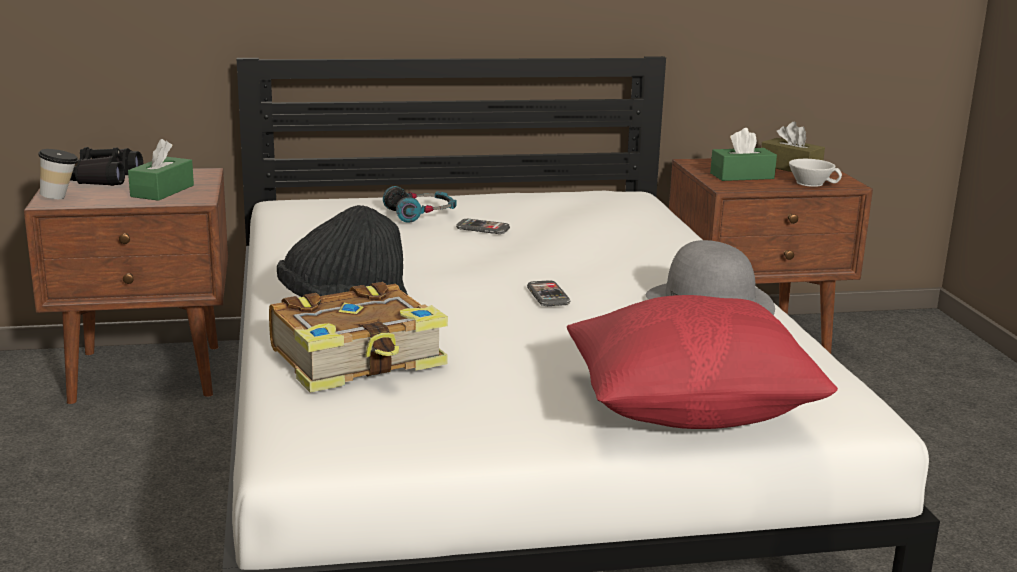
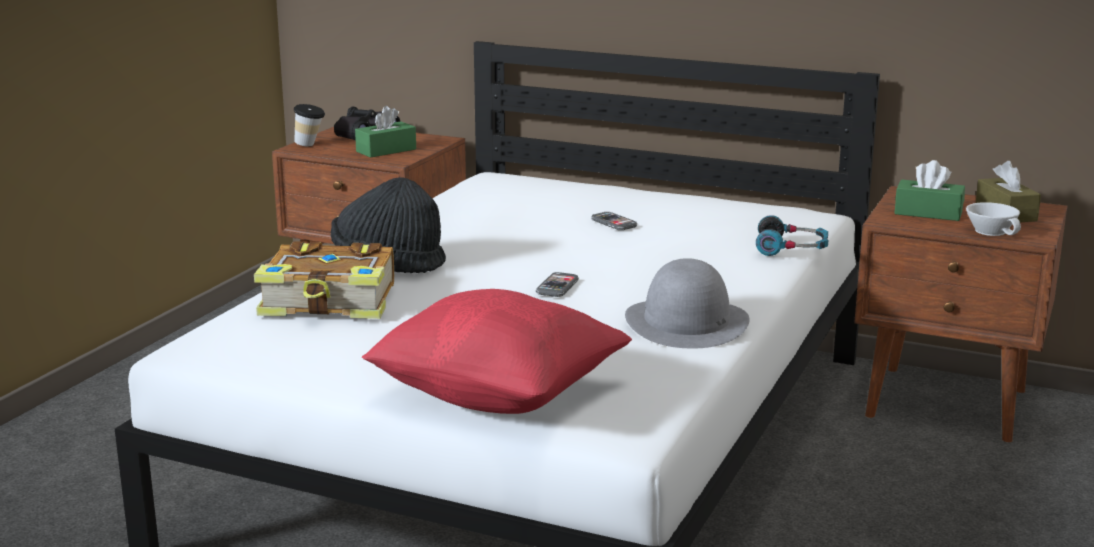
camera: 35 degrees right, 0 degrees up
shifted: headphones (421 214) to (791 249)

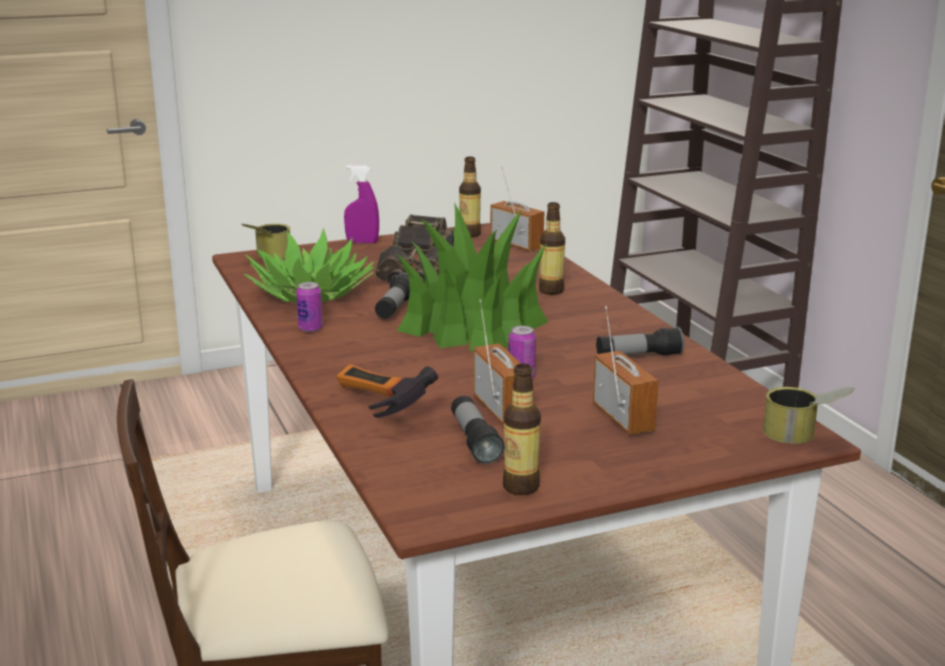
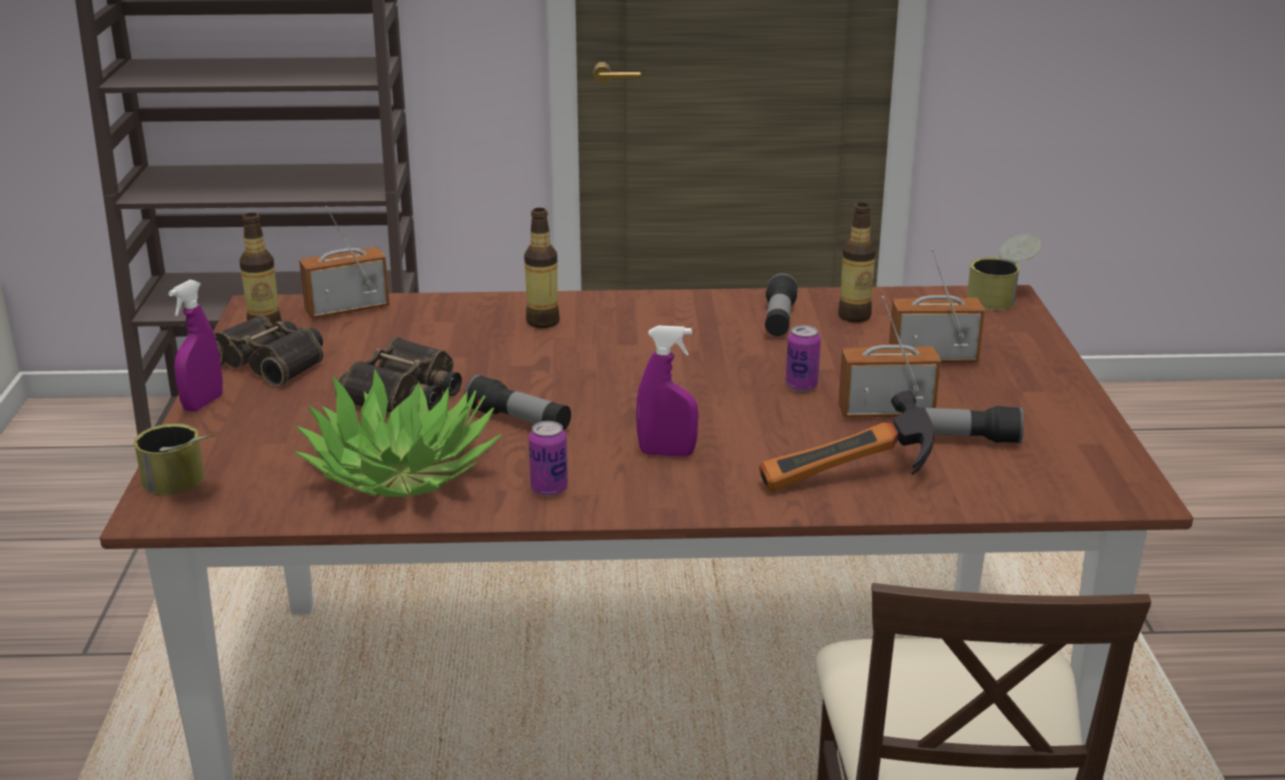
camera: 70 degrees left, 5 degrees up
gone: potted plant (472 326)
new: spray bottle in purple (666 453)
shifted: bottle (521 487) to (854 316)

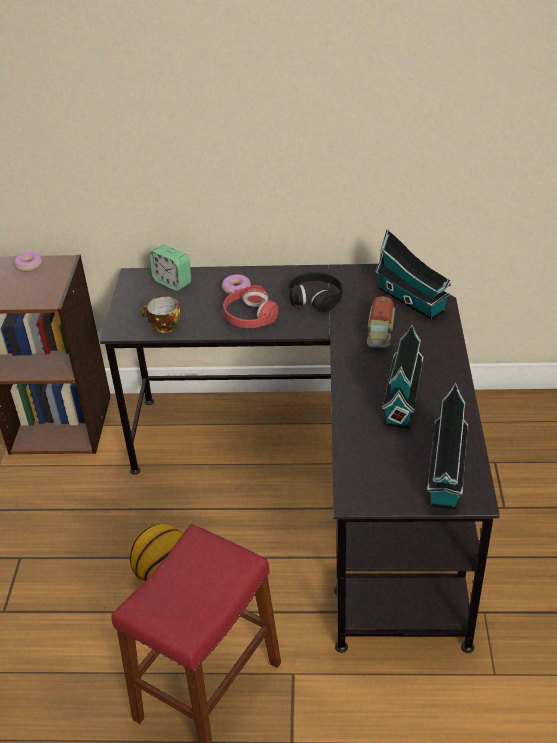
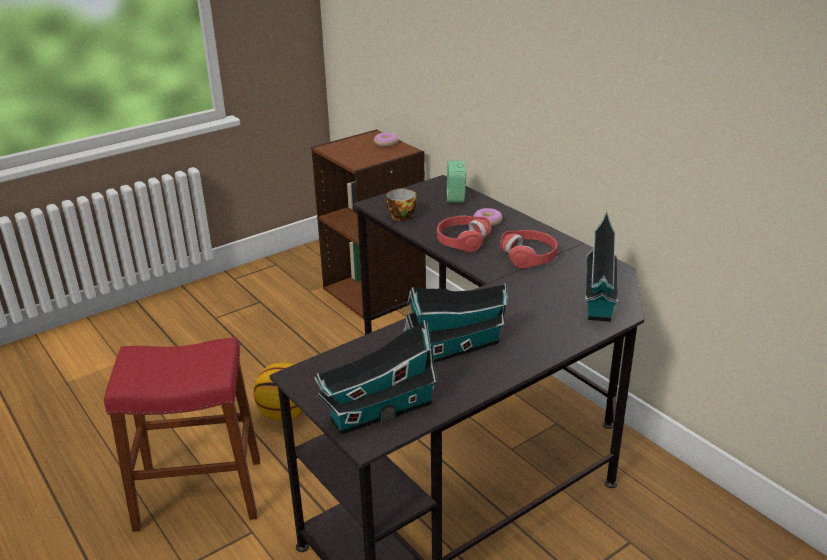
camera: 50 degrees right, 10 degrees down
gone: toy truck (380 333)
repainted: headphones in black (315 298) to headphones in red (529 256)

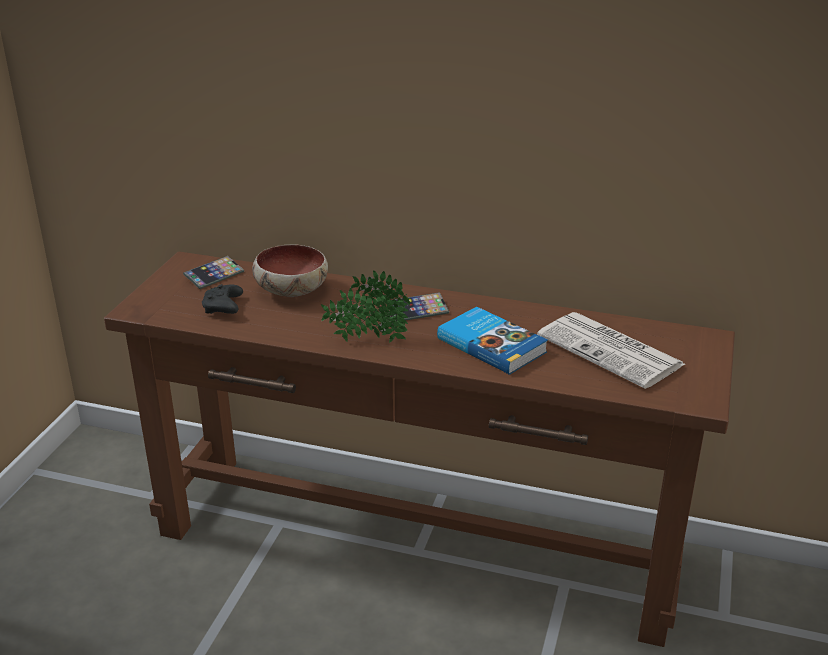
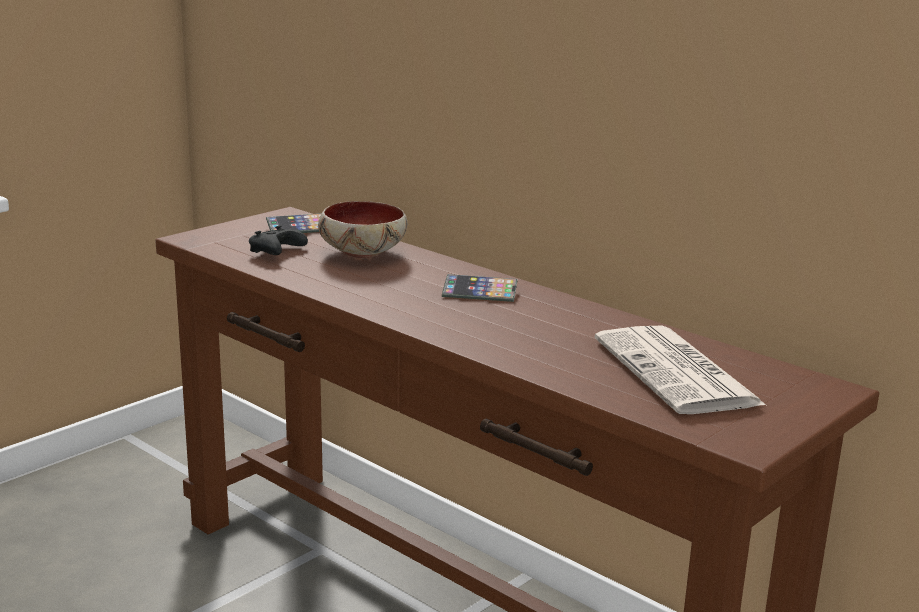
camera: 25 degrees right, 10 degrees down
gone: potted plant (367 340); book (492 344)

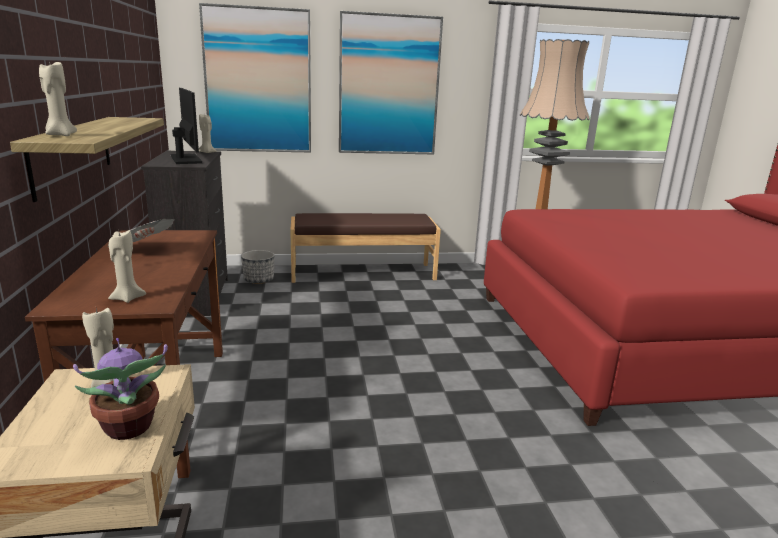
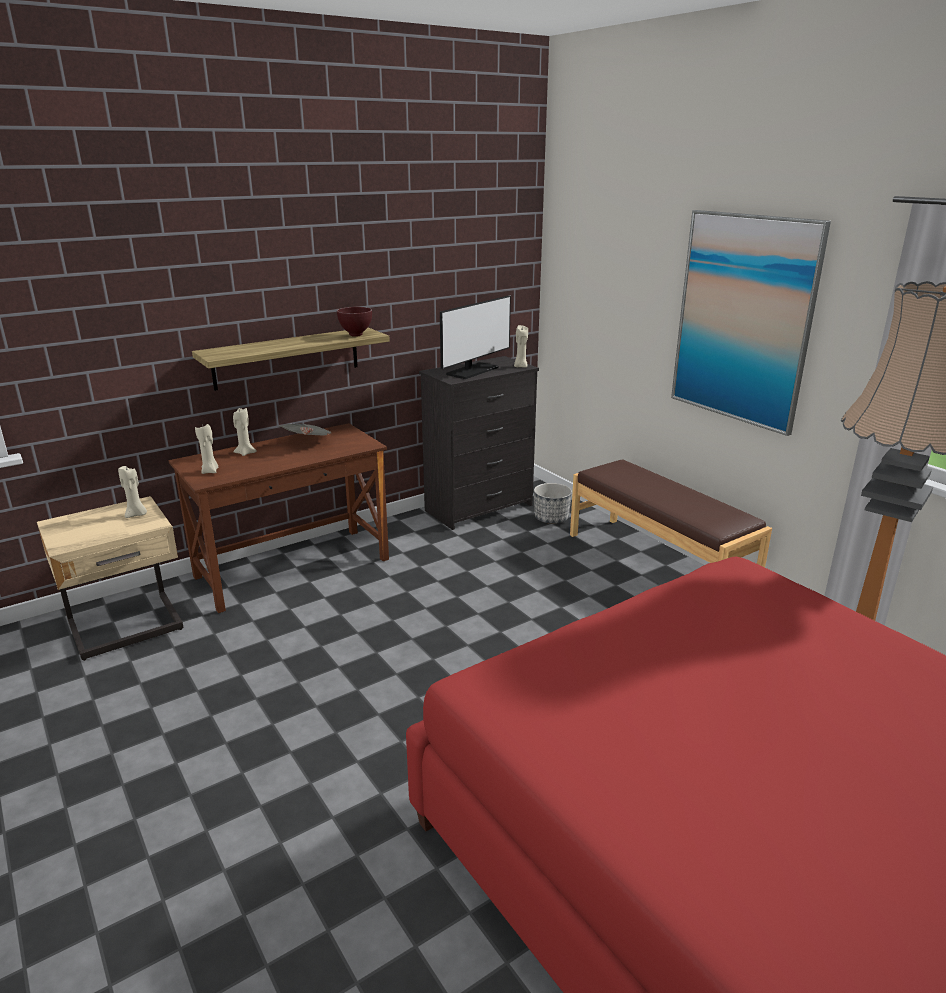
camera: 65 degrees right, 5 degrees up
gone: potted plant (129 429); picture (258 81)
new: bowl in brown (355 335)
shifted: candle in beige (60 135) to (245 453)

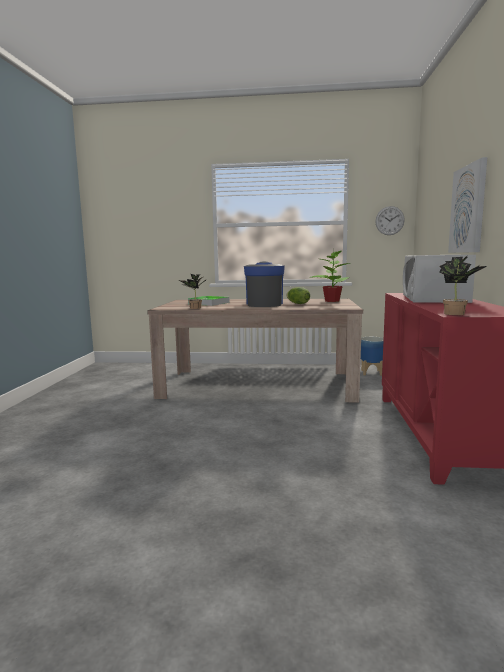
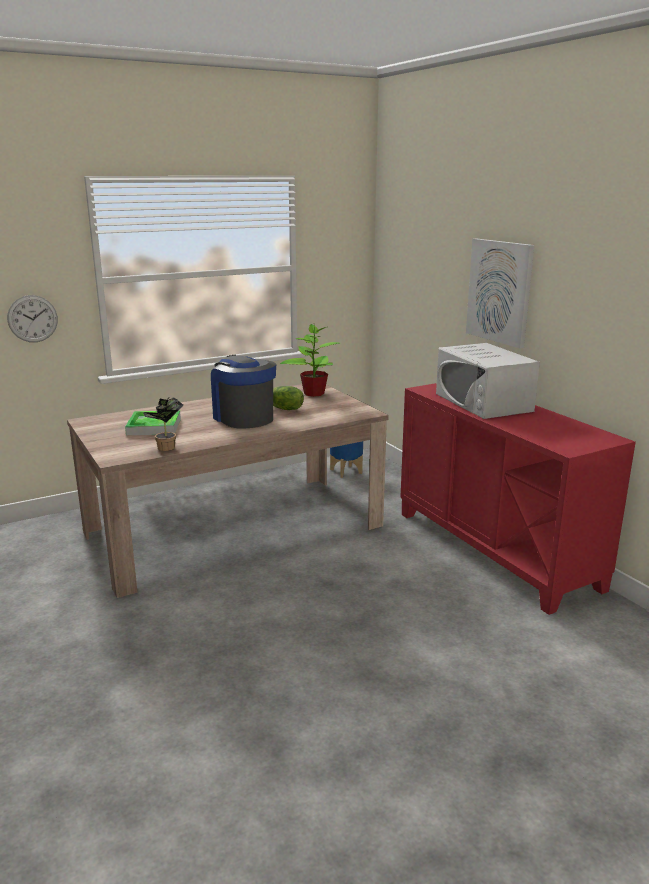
camera: 35 degrees left, 10 degrees up
gone: potted plant (457 314)
shifted: wall clock (389 220) to (32 318)

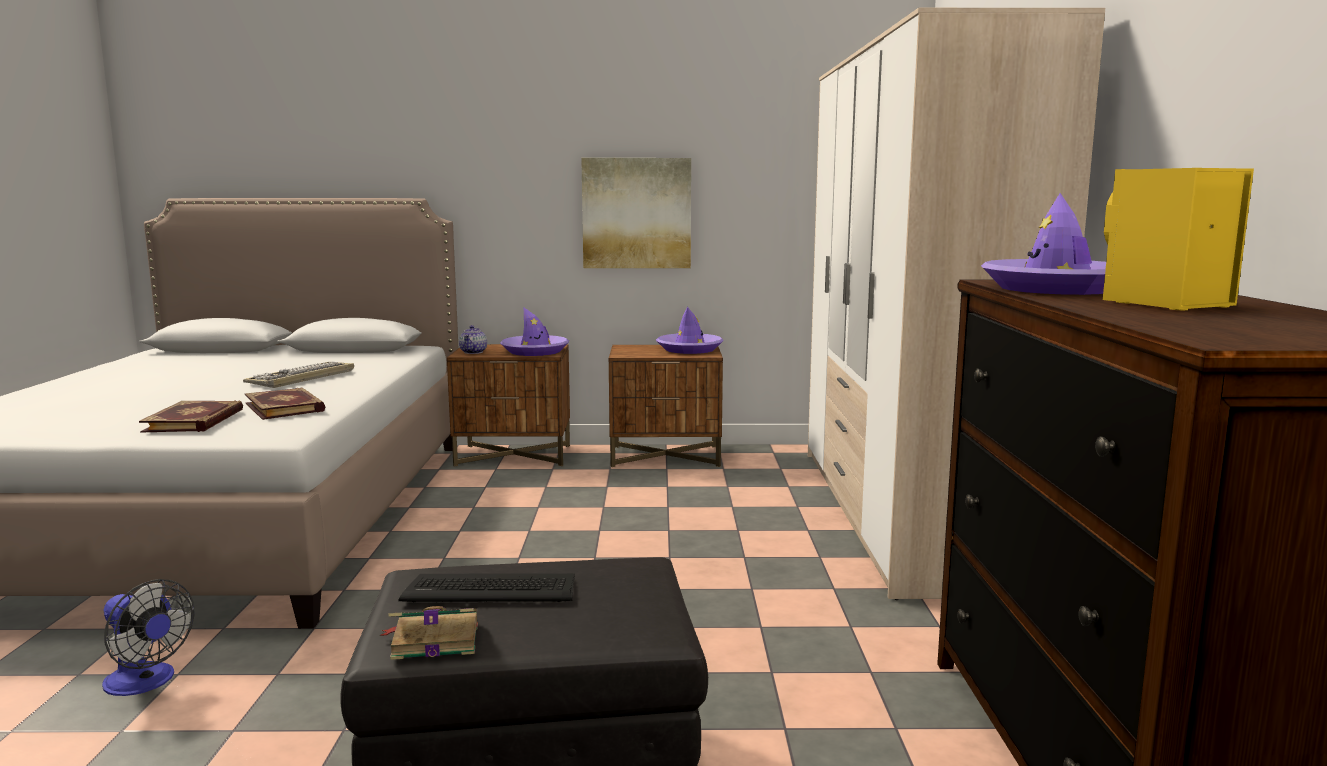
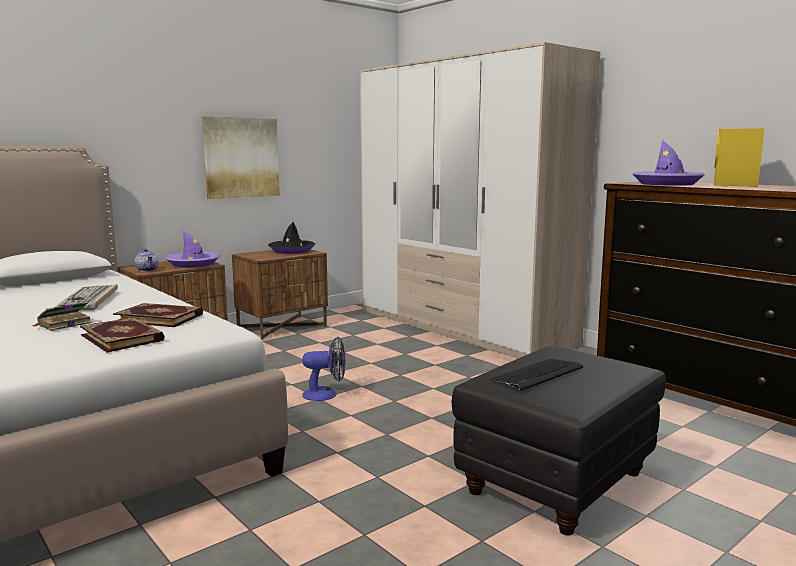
camera: 40 degrees left, 0 degrees up
shifted: fan (145 682) to (326 394); book (433 640) to (63 324)
repainted: hat in purple (689 349) to hat in black (292 251)

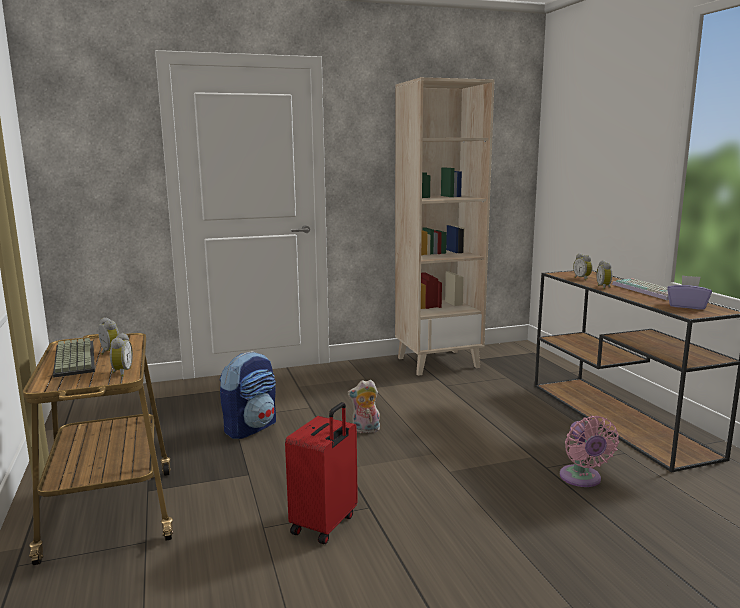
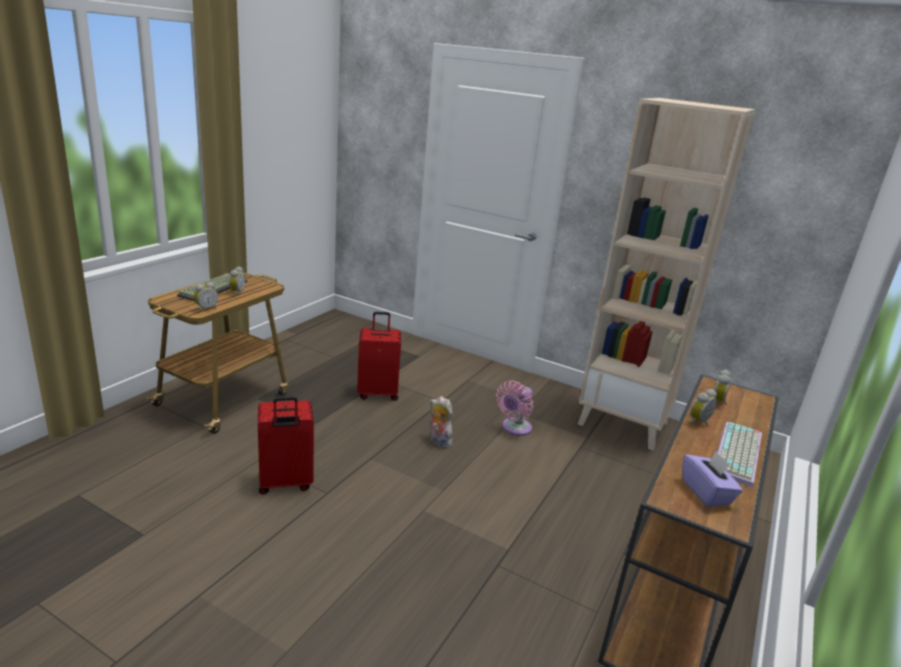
camera: 45 degrees right, 10 degrees up
shifted: fan in pink (582 479) to (514 428)
swapped: backpack (251 428) to suitcase in red (378 393)

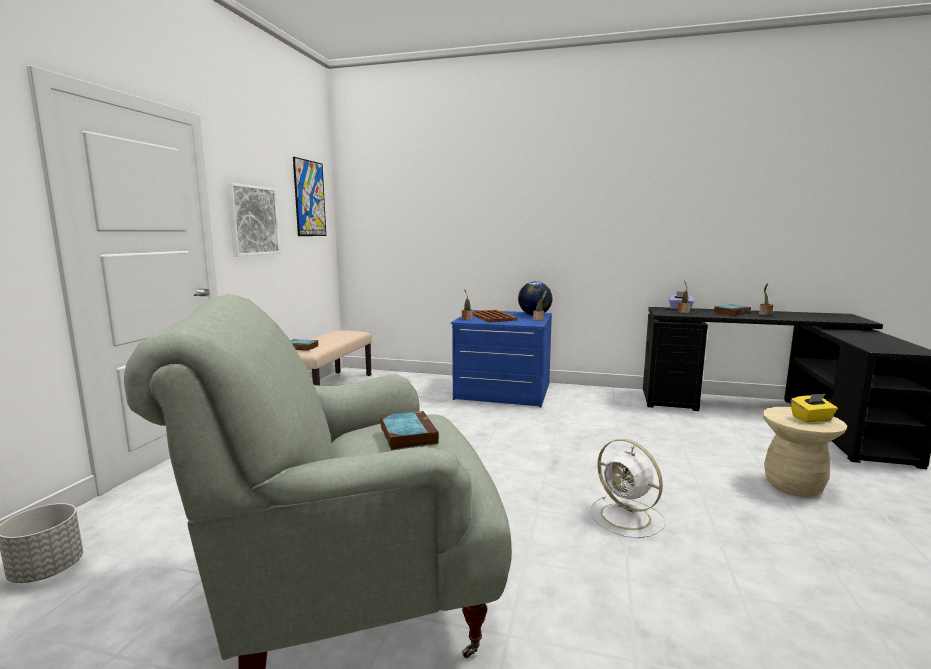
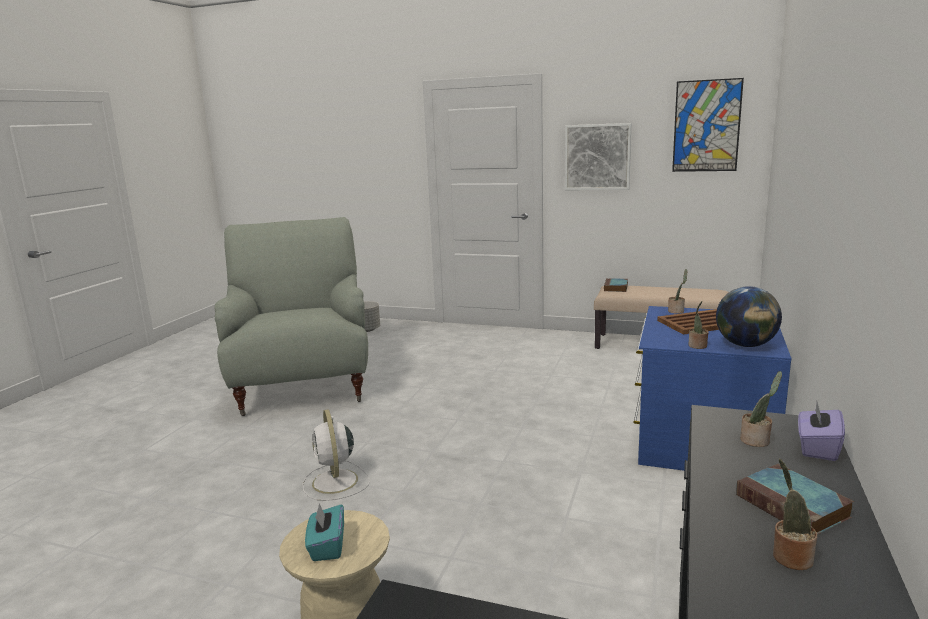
camera: 95 degrees right, 5 degrees up
gone: book (407 434)
repainted: tissue box in yellow (812 419) to tissue box in turquoise (327 546)
rotated: fan in white (627 517) = (335 482) 75 degrees counterclockwise

